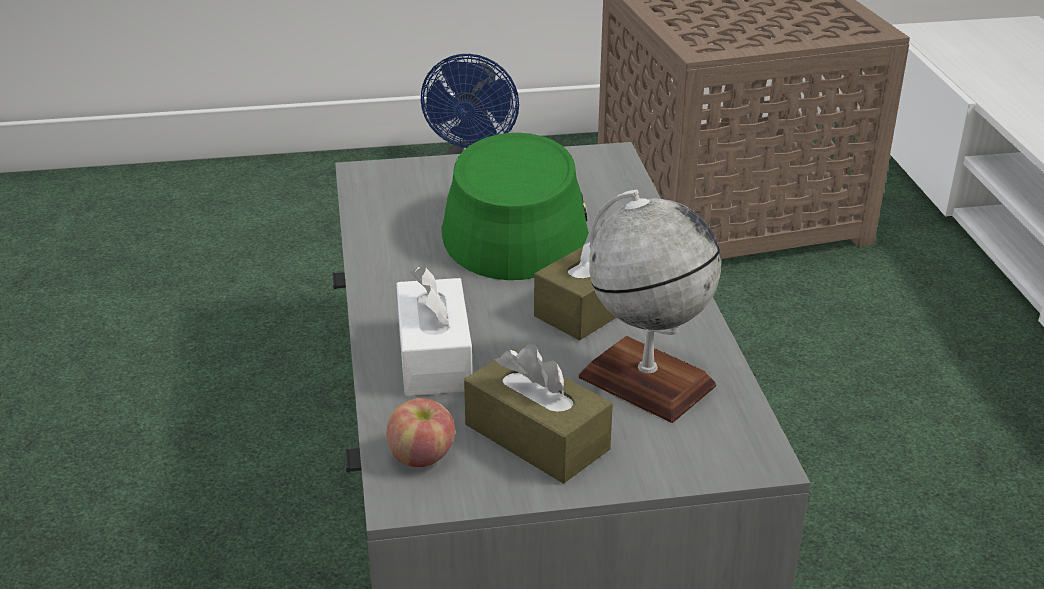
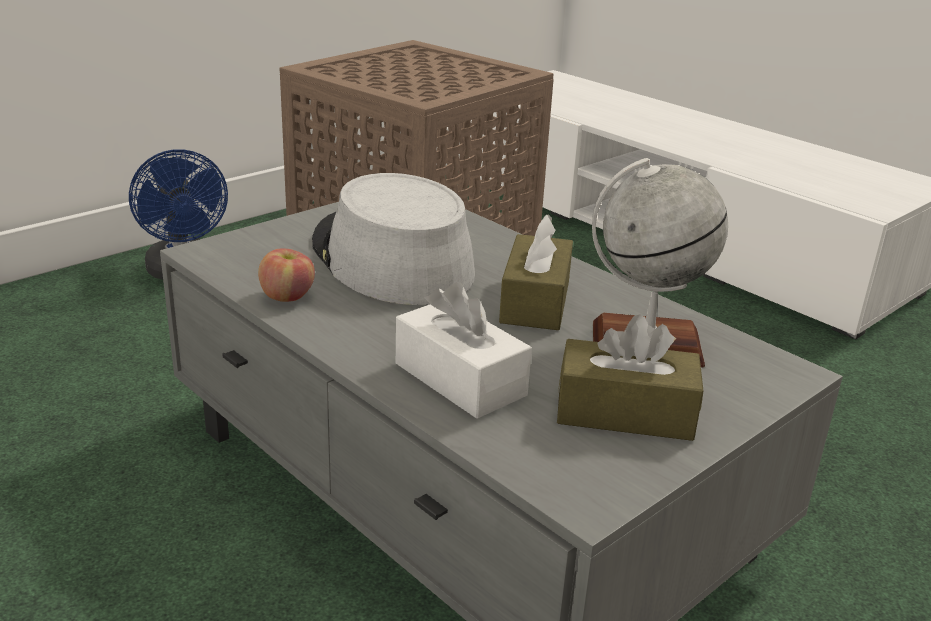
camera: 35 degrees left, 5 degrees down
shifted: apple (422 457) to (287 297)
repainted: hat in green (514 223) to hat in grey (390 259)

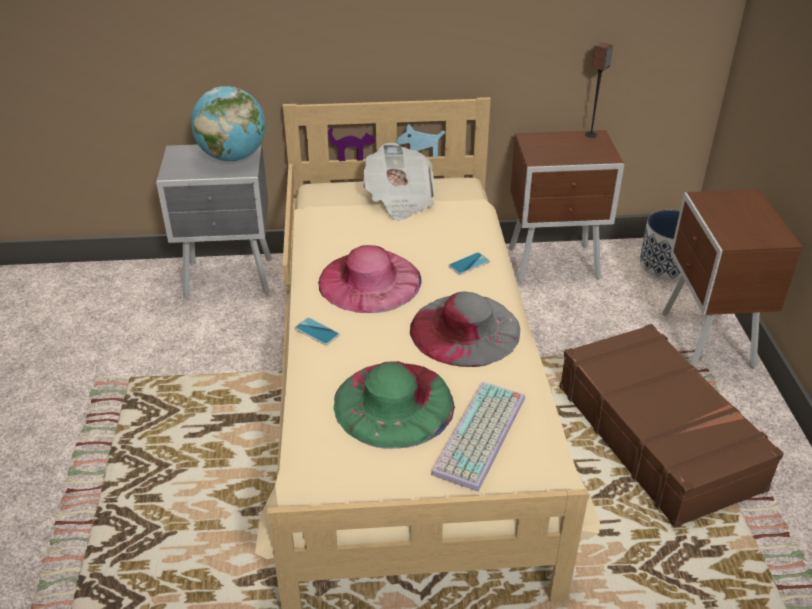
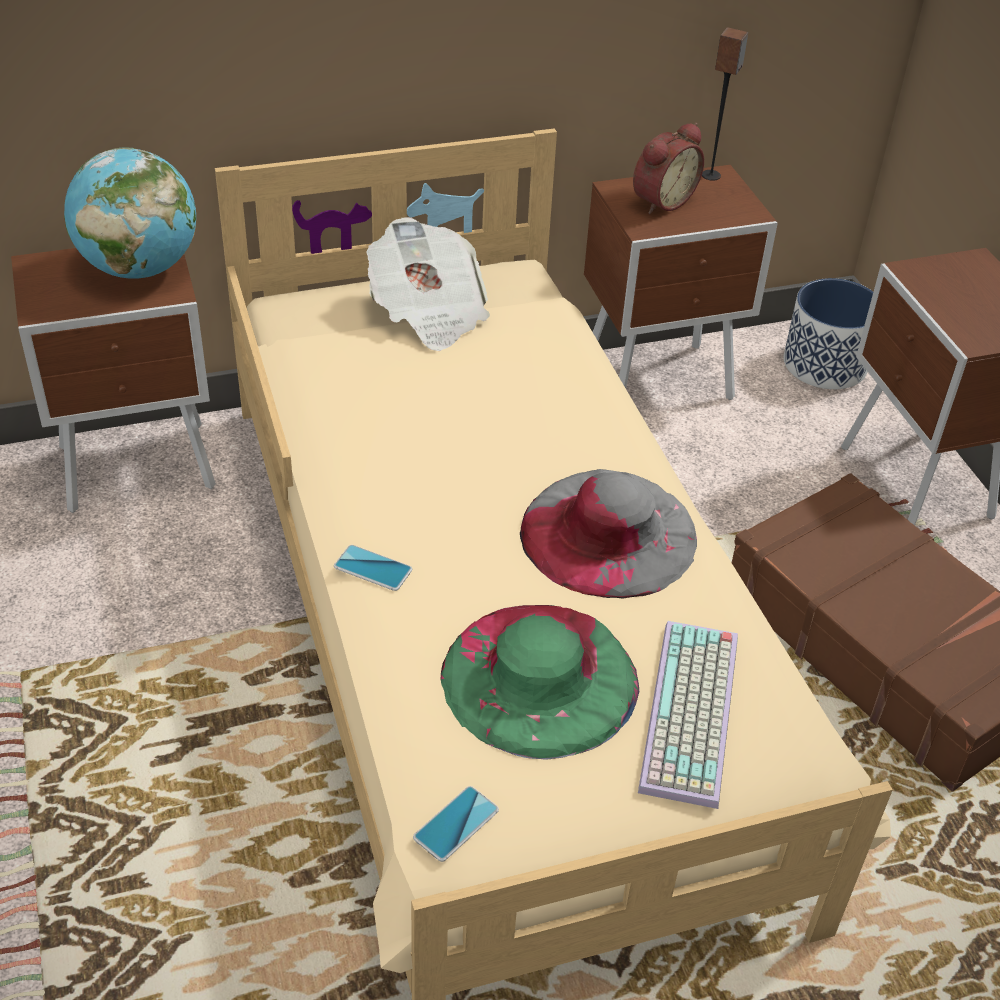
camera: 15 degrees left, 5 degrees up
gone: hat in pink (369 281)
new: alarm clock (661 200)
shifted: phone (469 264) to (456 824)
repainted: nightstand in grey (231 279) to nightstand in brown (141 469)

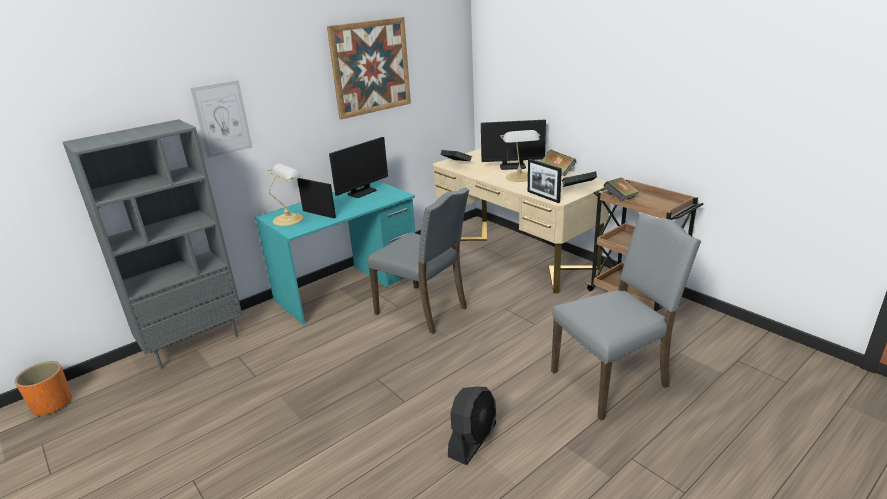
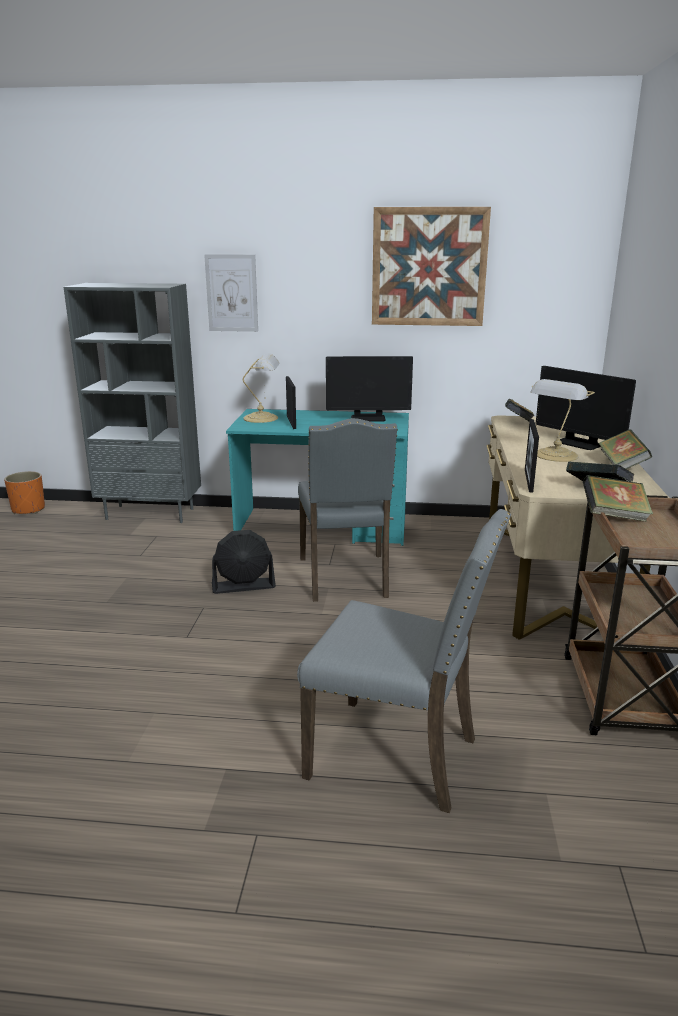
camera: 45 degrees right, 5 degrees down
shifted: fan in black (473 440) to (244 586)

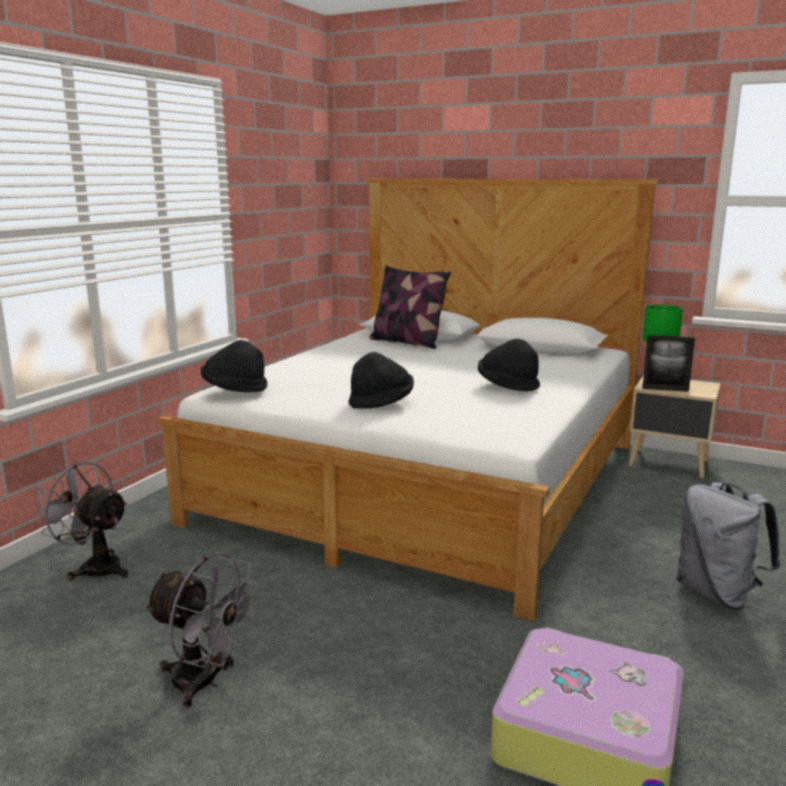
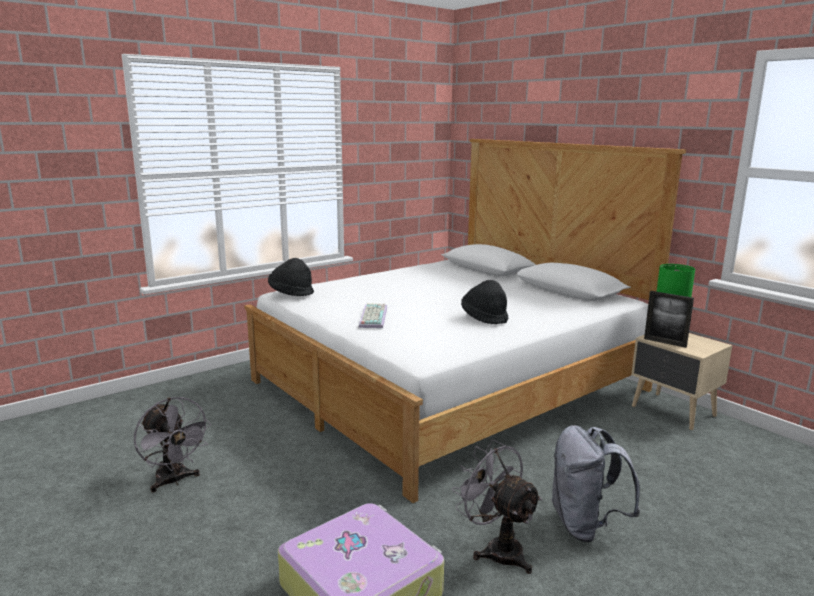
camera: 25 degrees right, 0 degrees up
gone: pillow (407 342)
shifted: fan in grey (94 567) to (497 549)
swapped: hat in black (381 403) to keyboard (372 316)

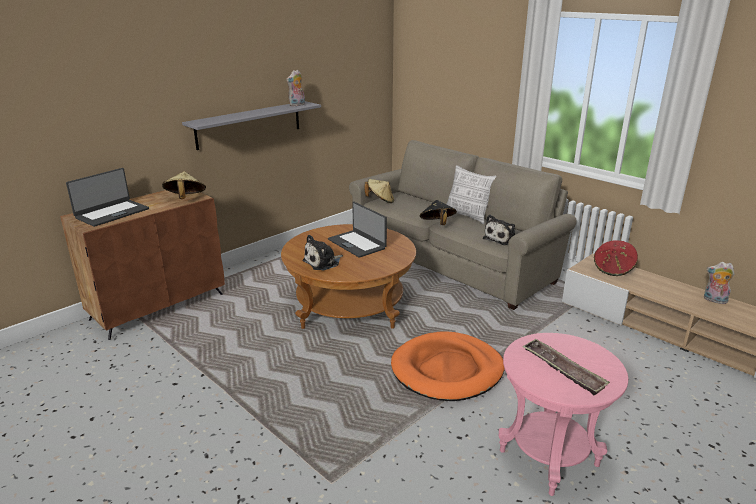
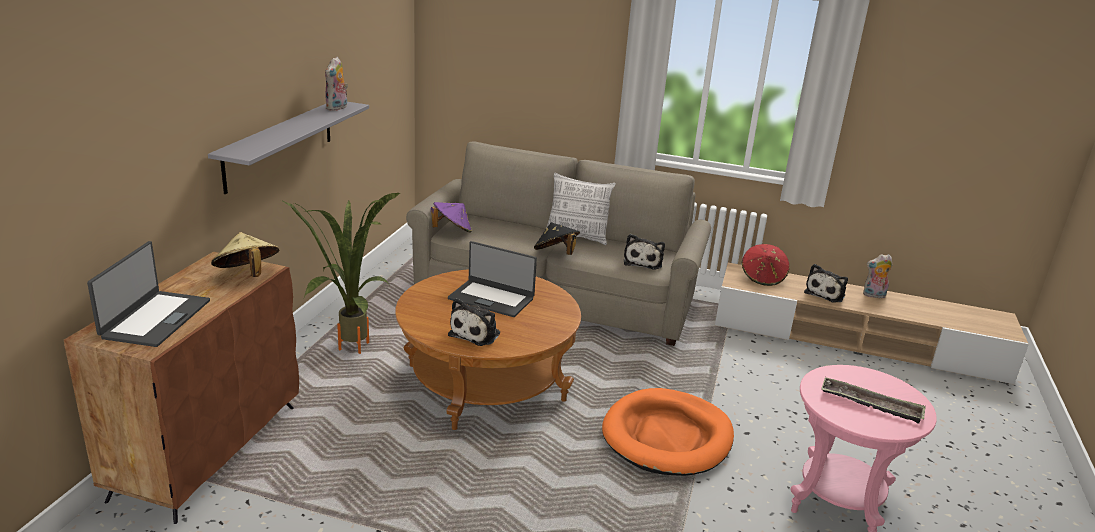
camera: 30 degrees left, 0 degrees up
new: potted plant (347 351); plush toy (826 293)
repainted: hat in beige (380 201) to hat in purple (452 231)

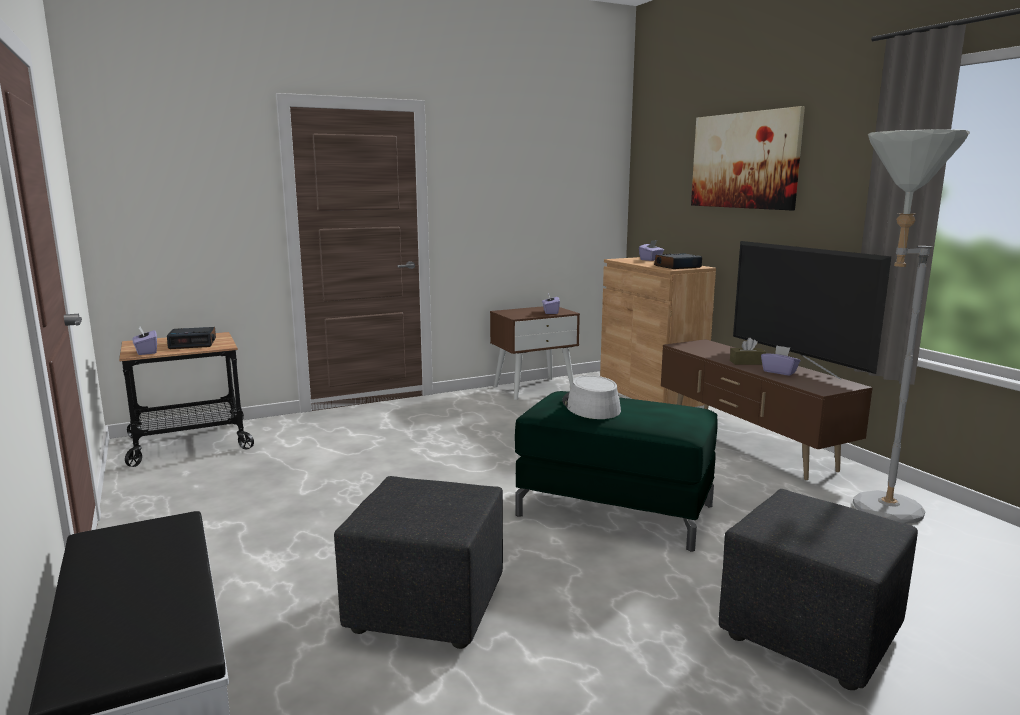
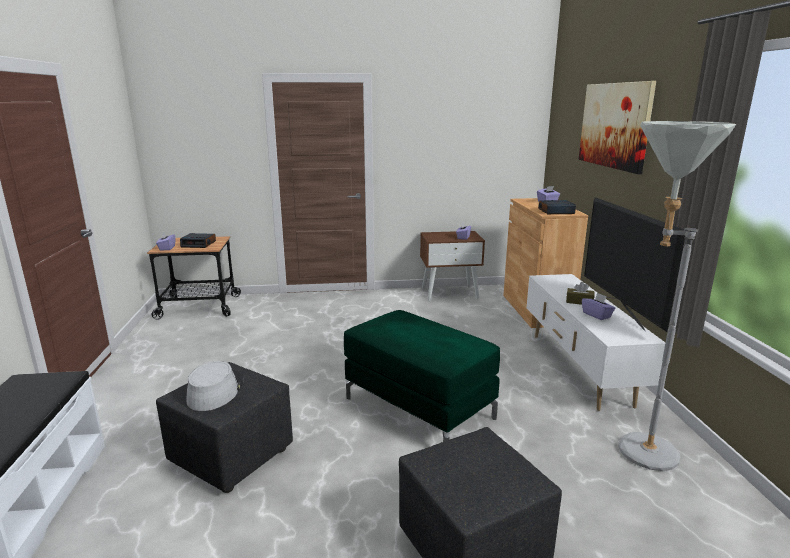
camera: 20 degrees right, 5 degrees up
shifted: hat in grey (590 406) to (215 391)
repainted: tv stand in brown (748 444) to tv stand in white (578 368)

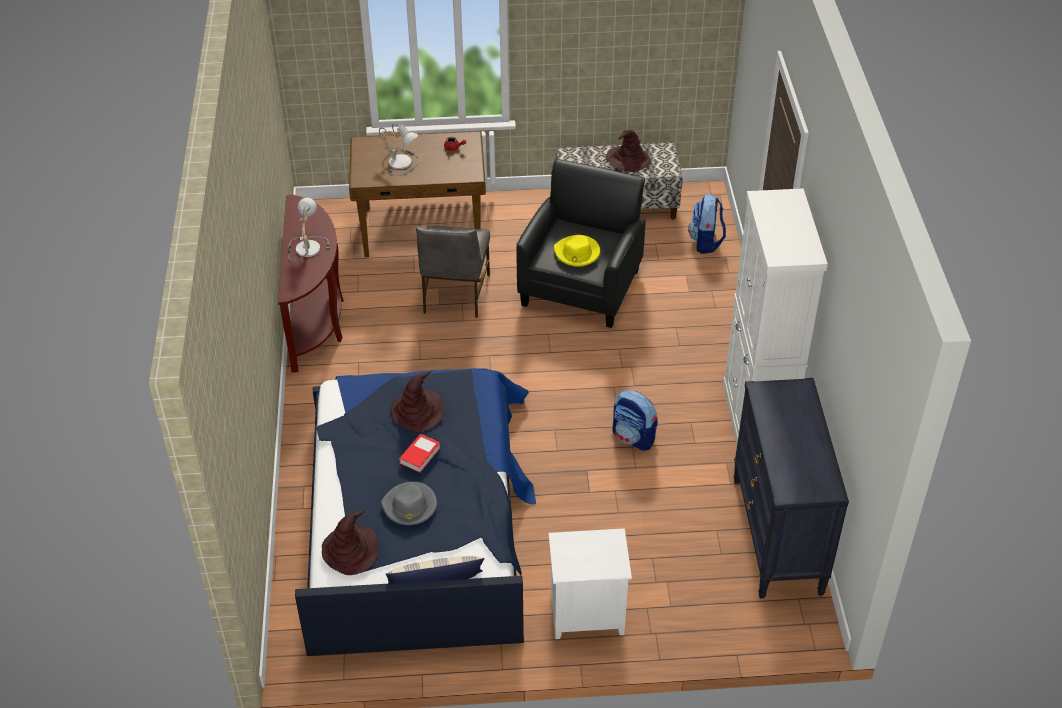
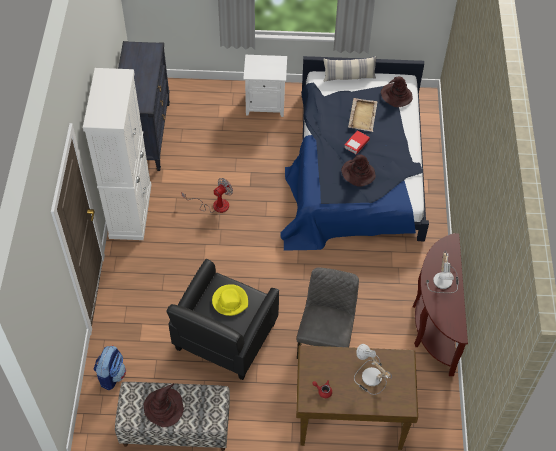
camera: 175 degrees left, 10 degrees up
swapped: hat in grey (410 506) to tray in beige (363 115); backpack (634 437) to fan (214 205)

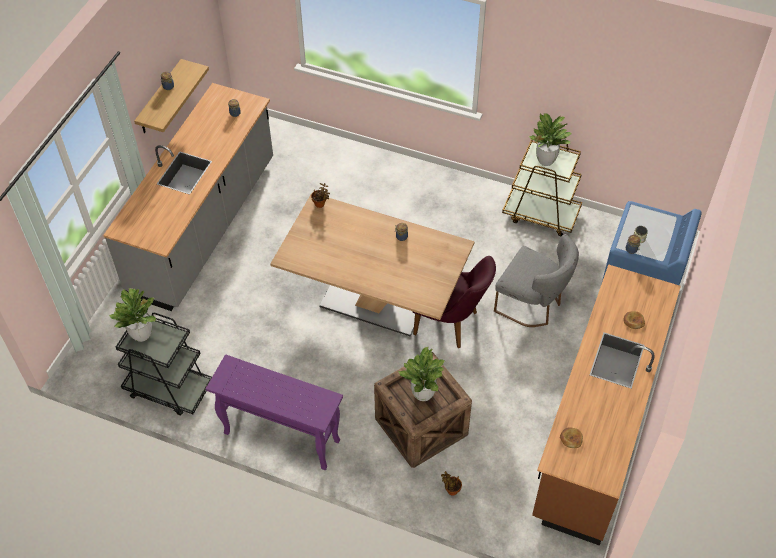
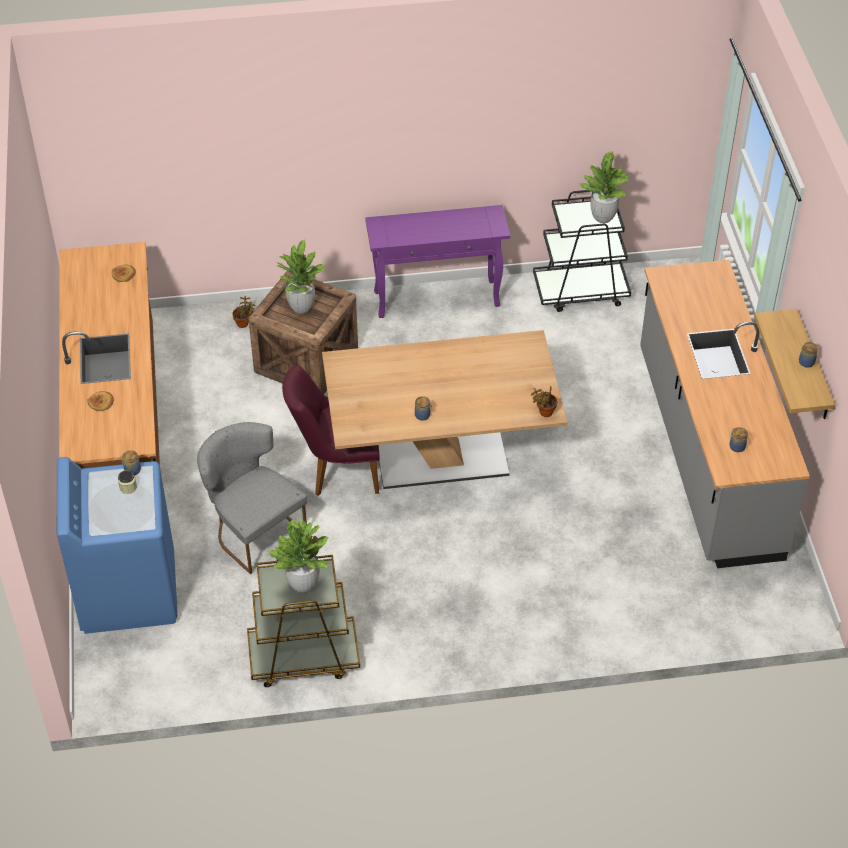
camera: 150 degrees right, 5 degrees down
rotated: chair in grey (532 305) = (254 531) 45 degrees clockwise

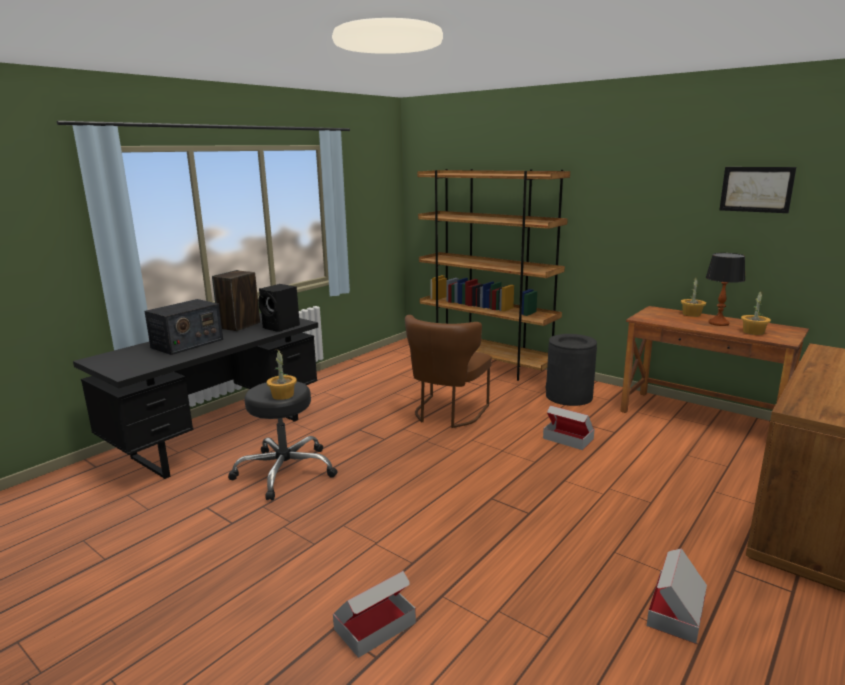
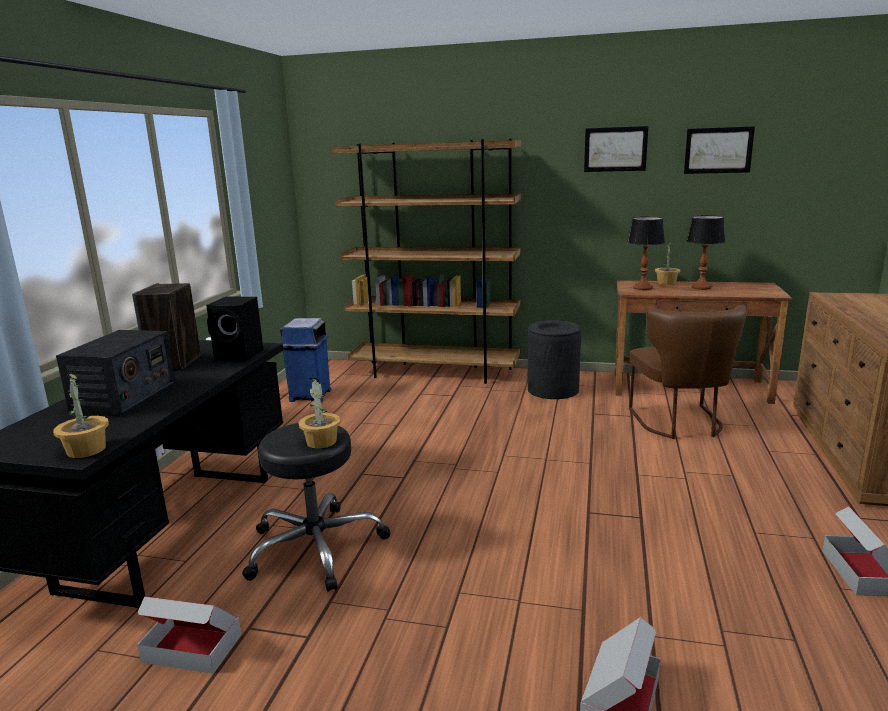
camera: 25 degrees left, 0 degrees up
new: trash can in blue (310 396); picture (615 149); table lamp (643 288)
shifted: chair in brown (447 414) to (680 424); cardboard box (568 439) to (192 648); potted plant (753 332) to (85 450)

